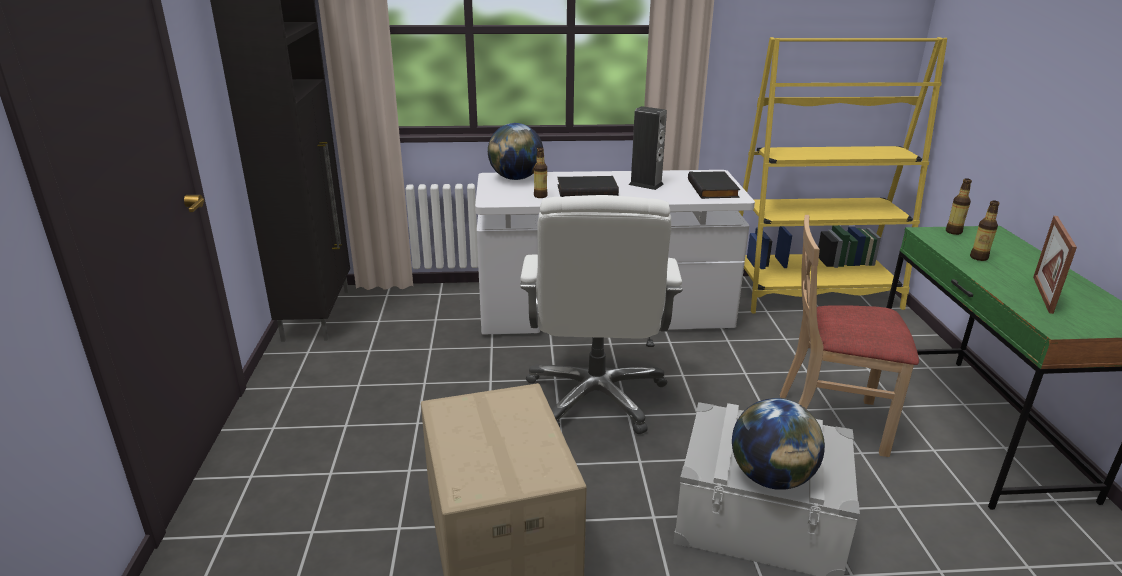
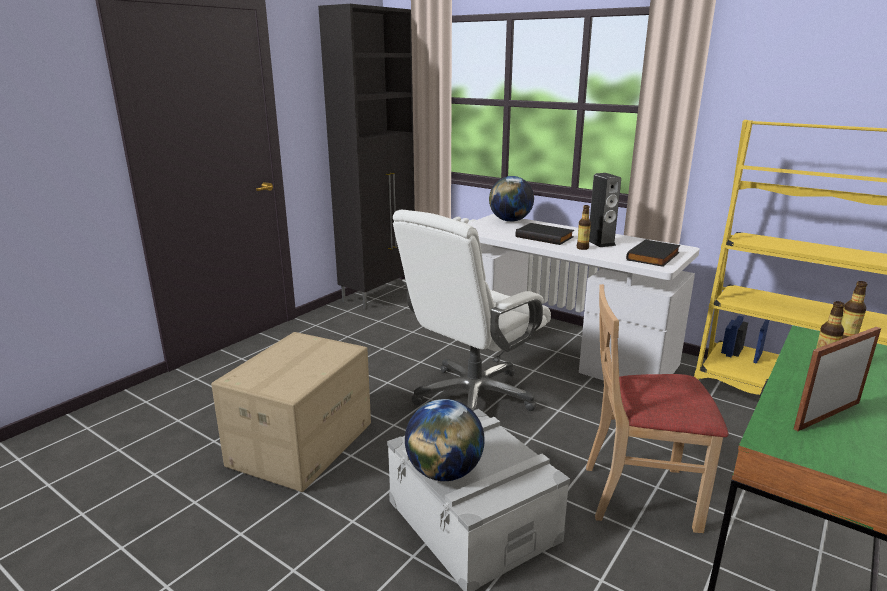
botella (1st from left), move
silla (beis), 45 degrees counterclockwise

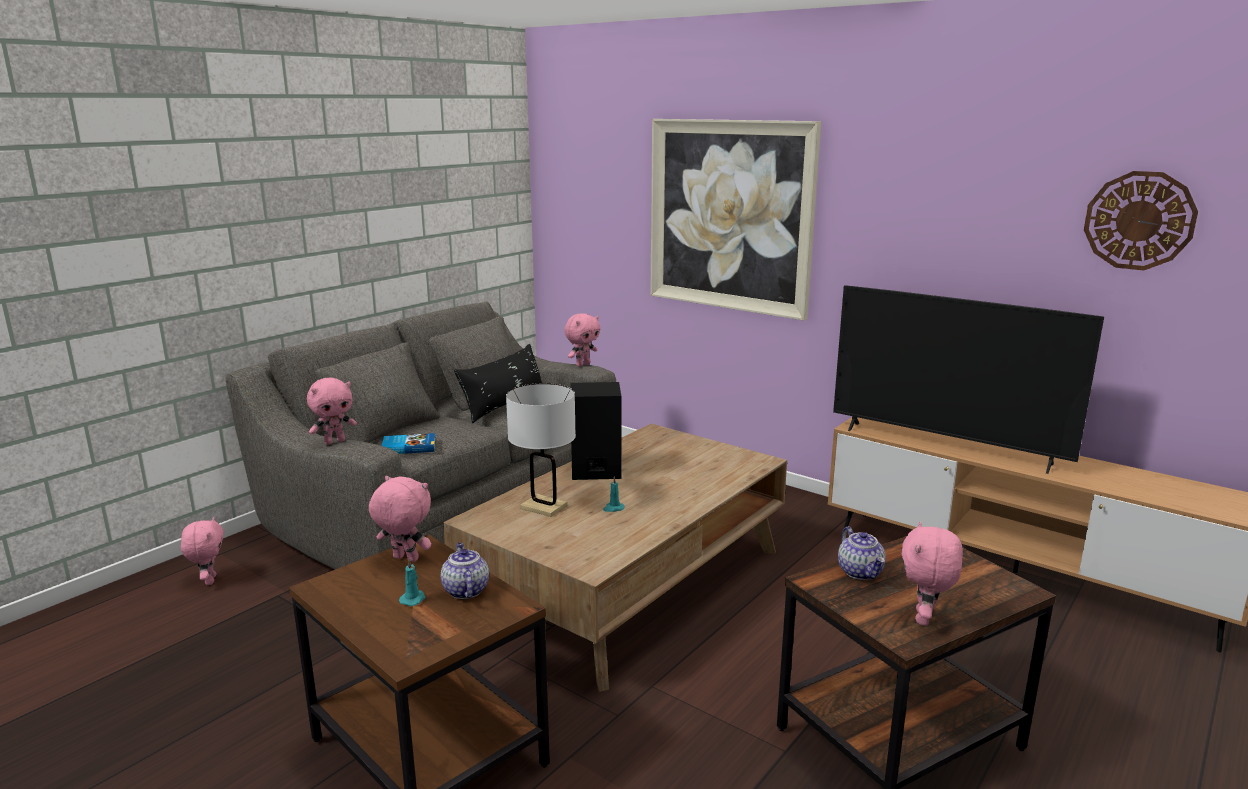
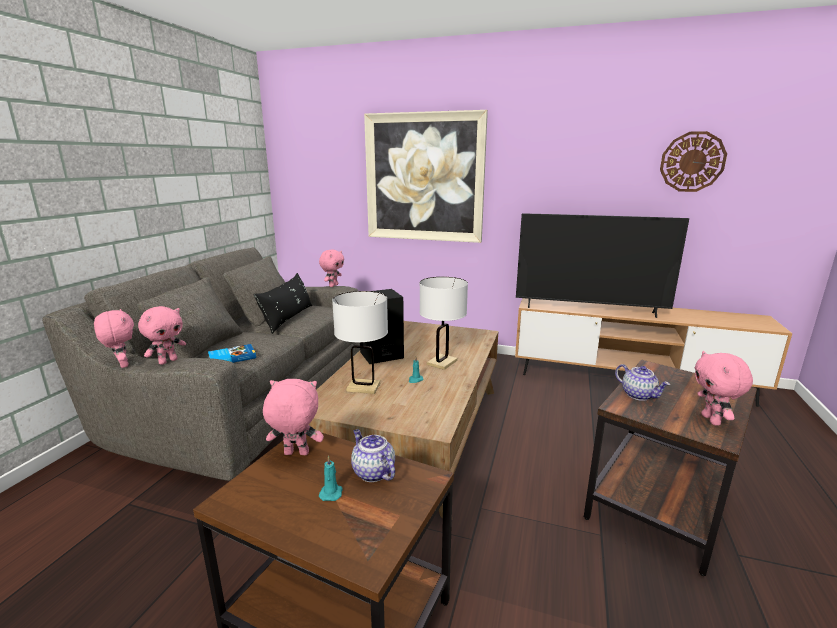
none -> lámpara de mesa (blanco) (2nd from left)
peluche (rosa) (1st from left), move

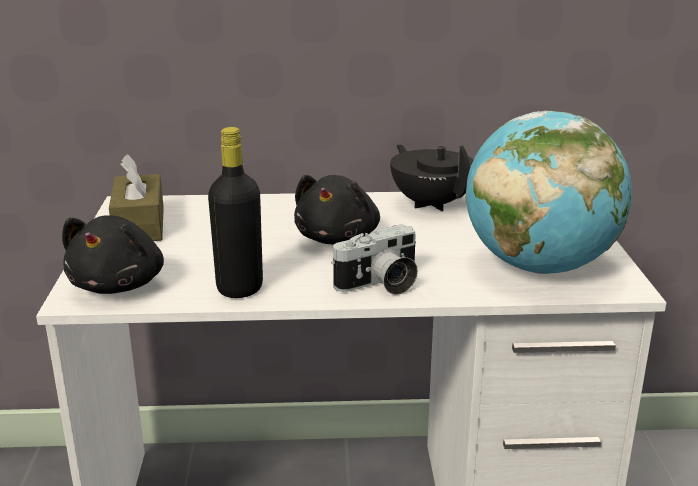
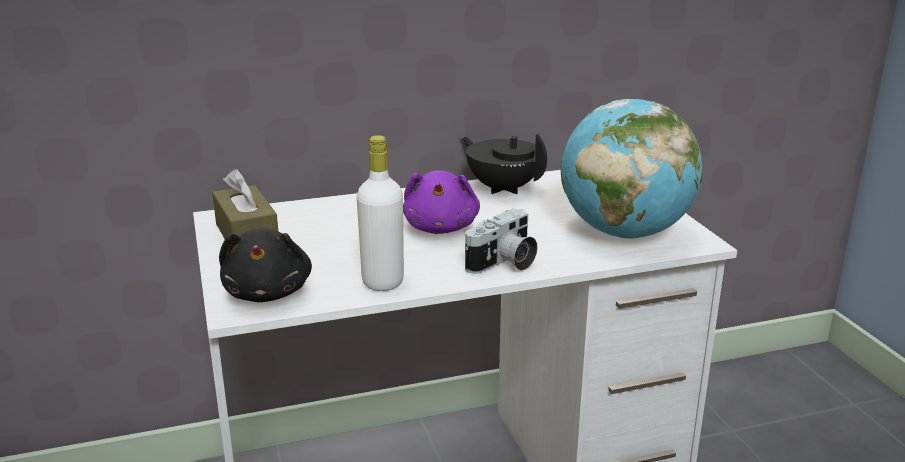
botella (negro) -> botella (blanco)
peluche (negro) (2nd from left) -> peluche (morado)

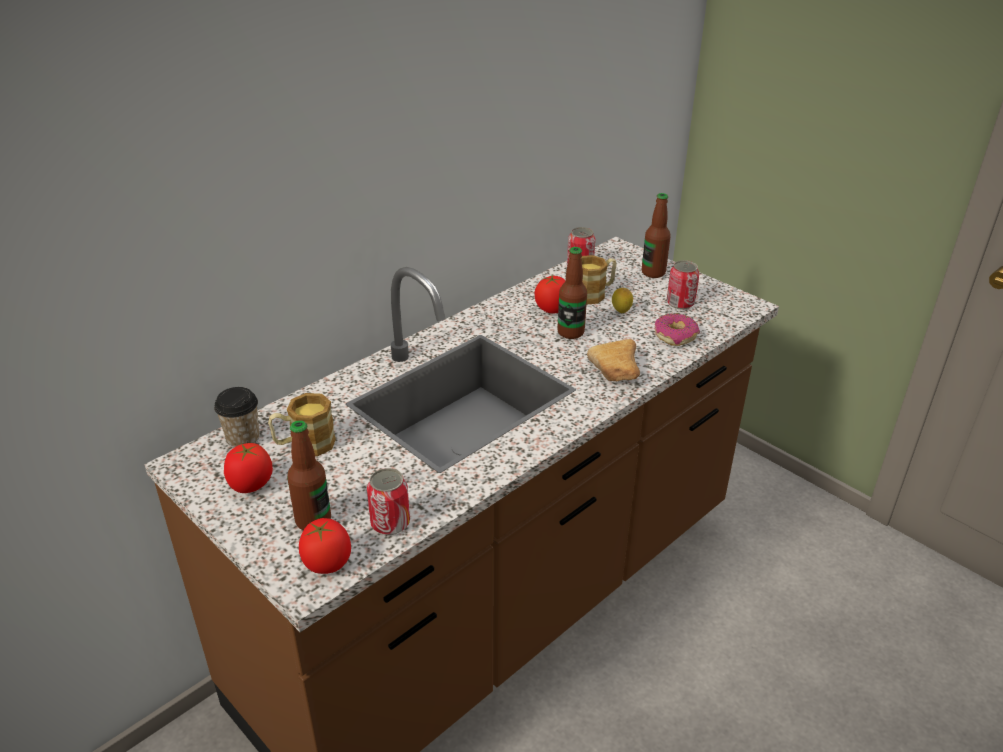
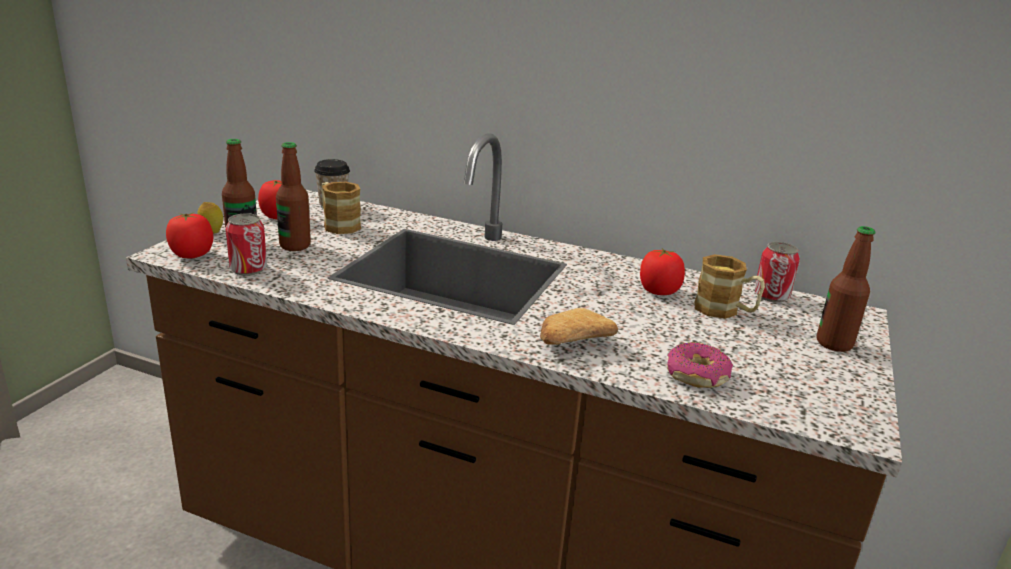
lata (3rd from left) -> none
botella (2nd from left), move
limón, move

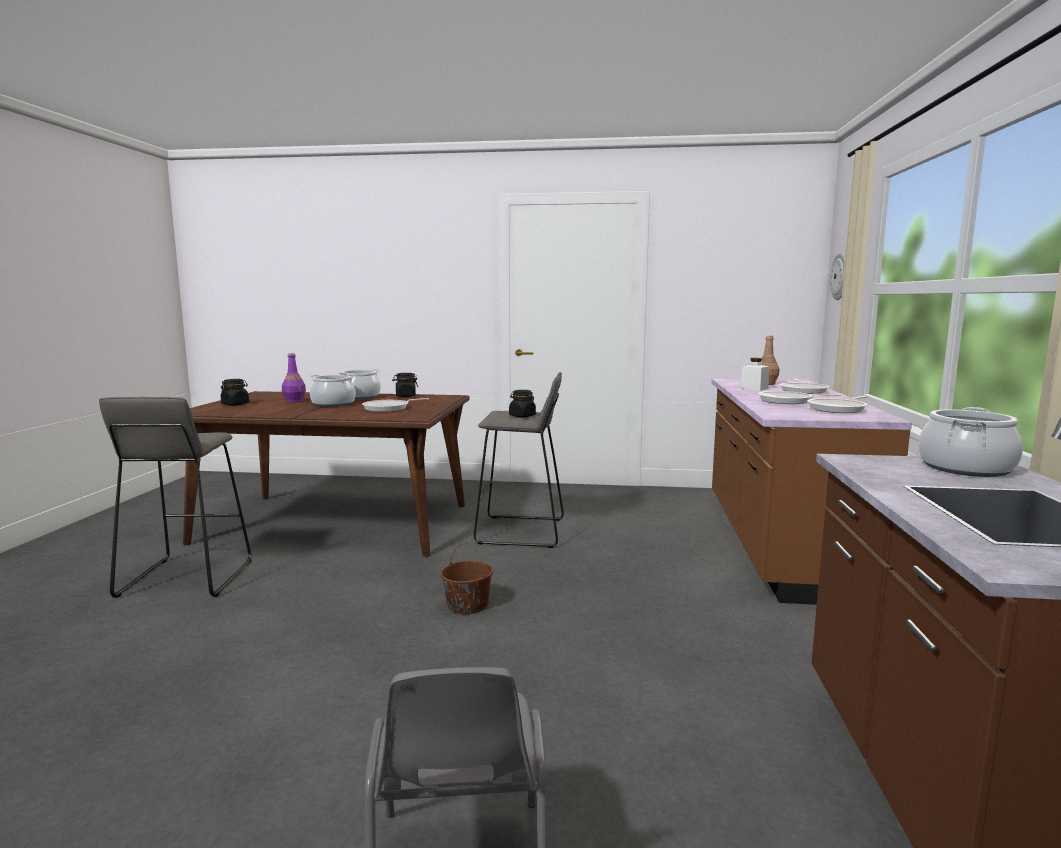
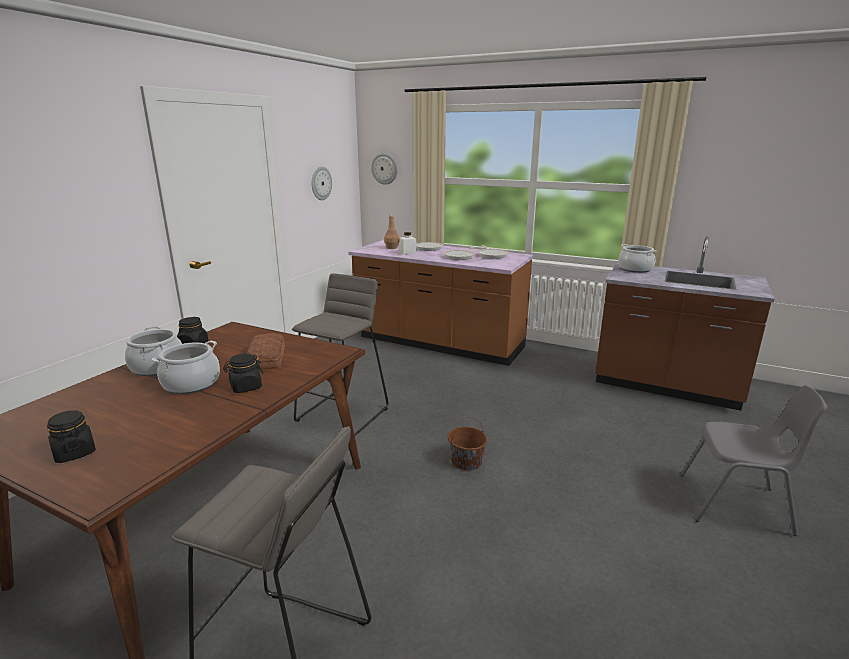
botella (morado) -> none
none -> reloj de pared (1st from left)
tarro (negro) (3rd from left), move
sartén (1st from left) -> pan

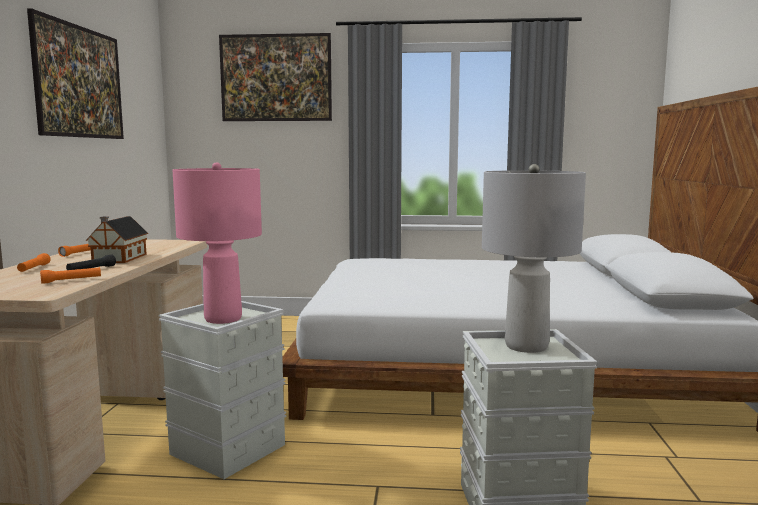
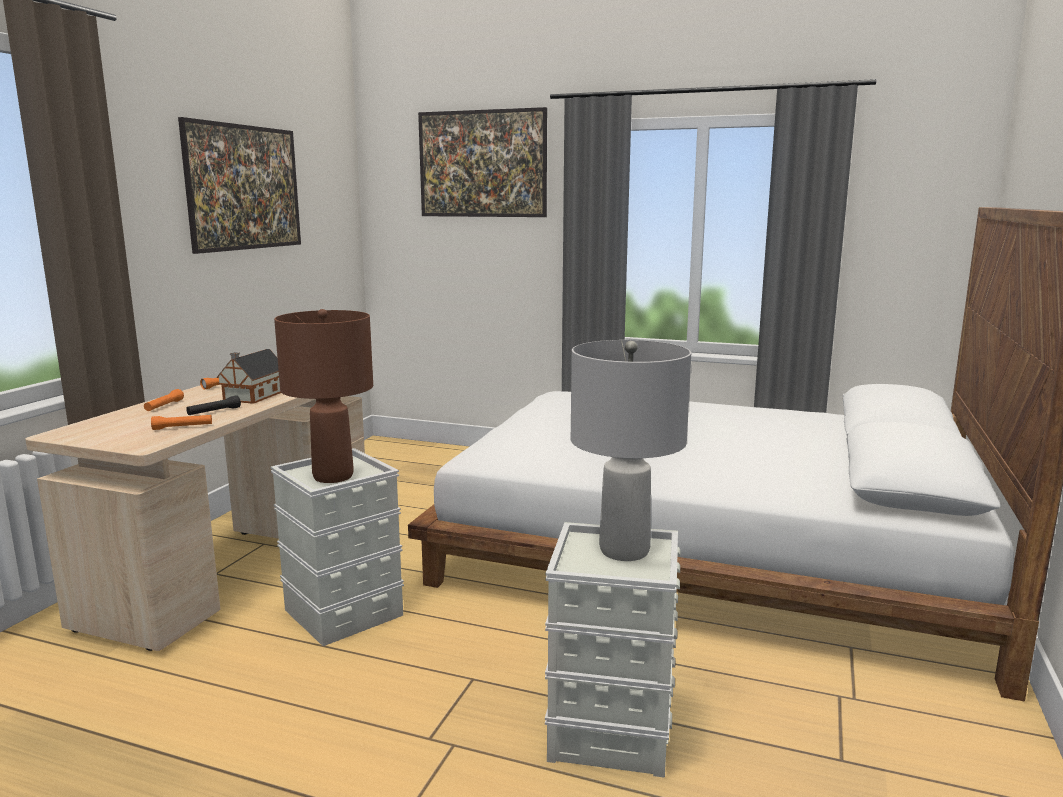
lámpara de mesa (rosa) -> lámpara de mesa (marrón)

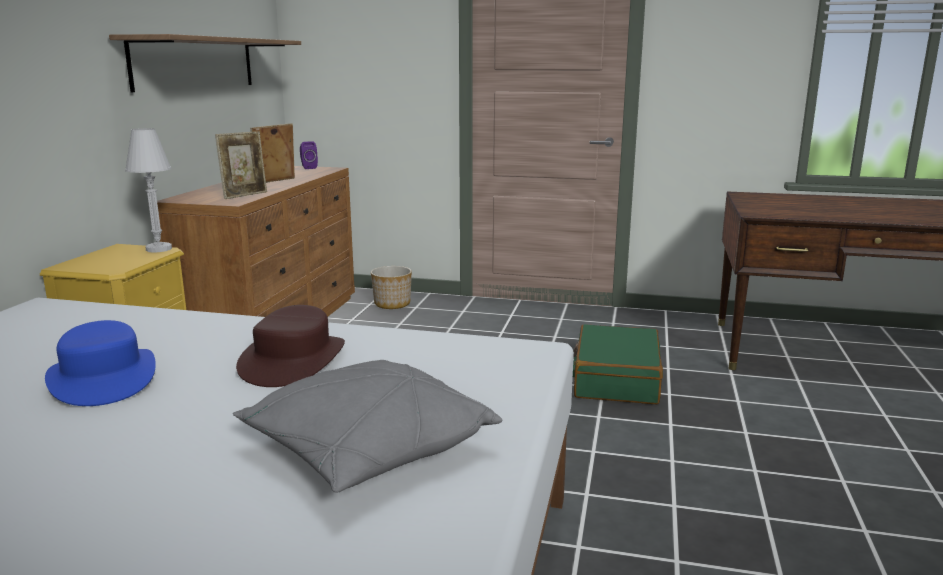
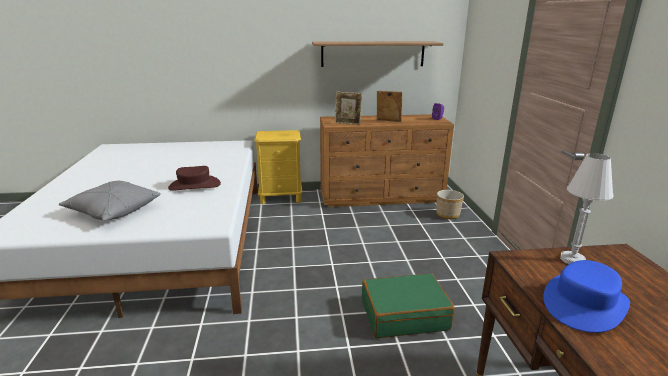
sombrero (azul), move
lámpara de mesa (blanco), move

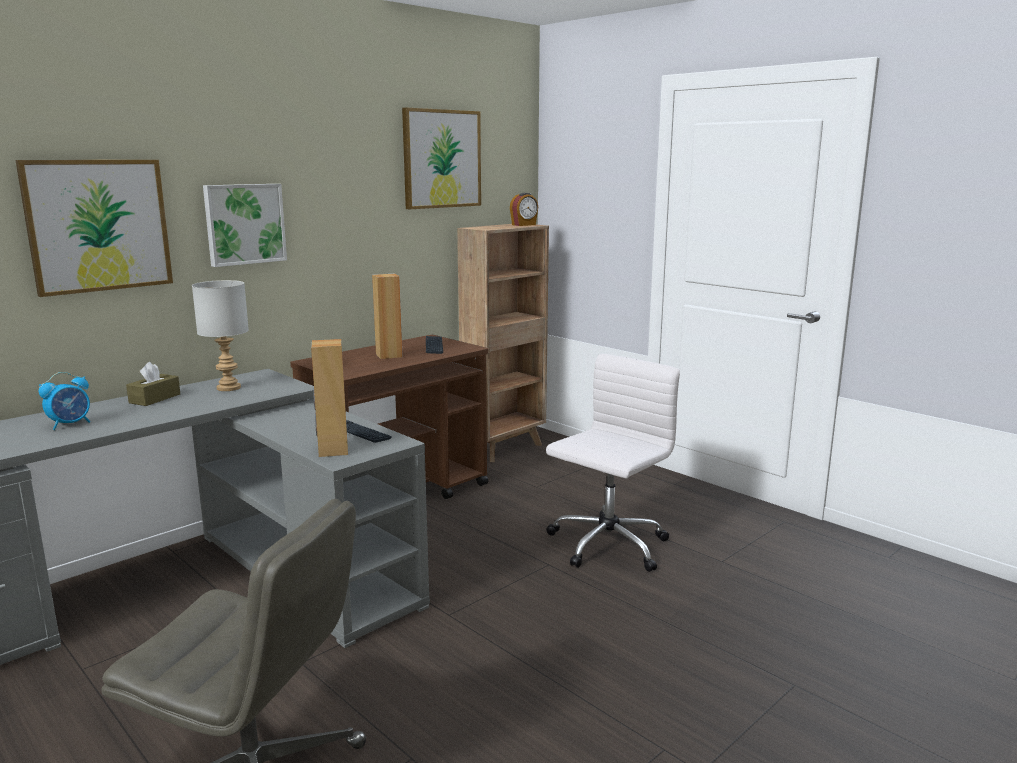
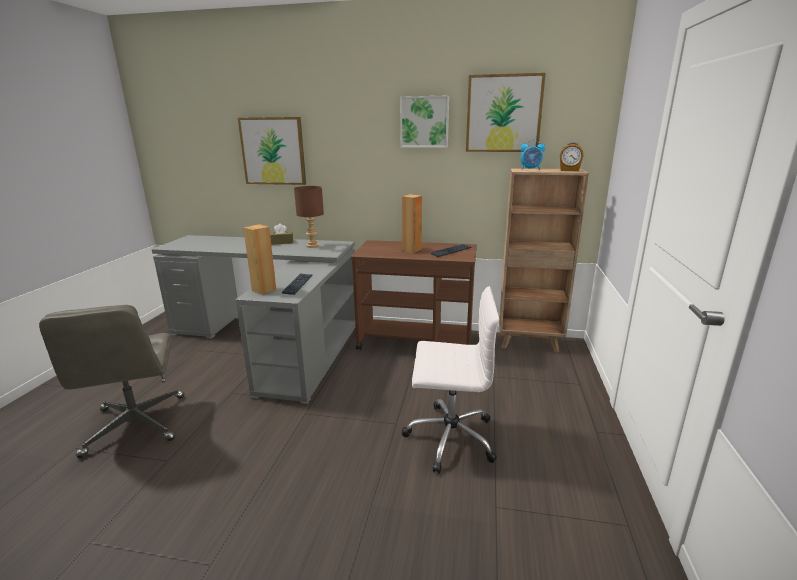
despertador (1st from left), move
cuadro (2nd from left), move
lámpara de mesa (gris) -> lámpara de mesa (marrón)

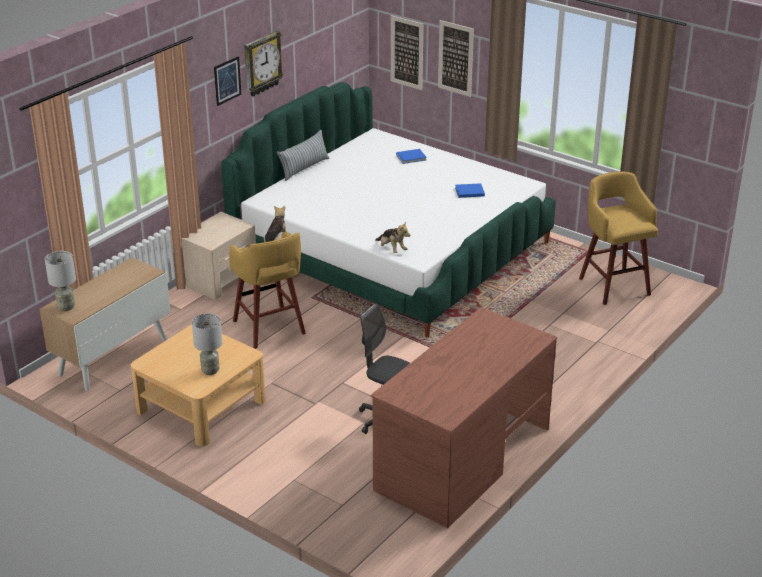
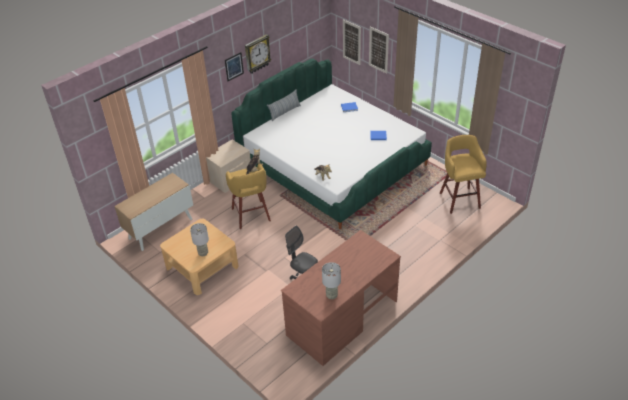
lámpara de mesa (gris) (1st from left in the first image) -> lámpara de mesa (gris) (2nd from left), move

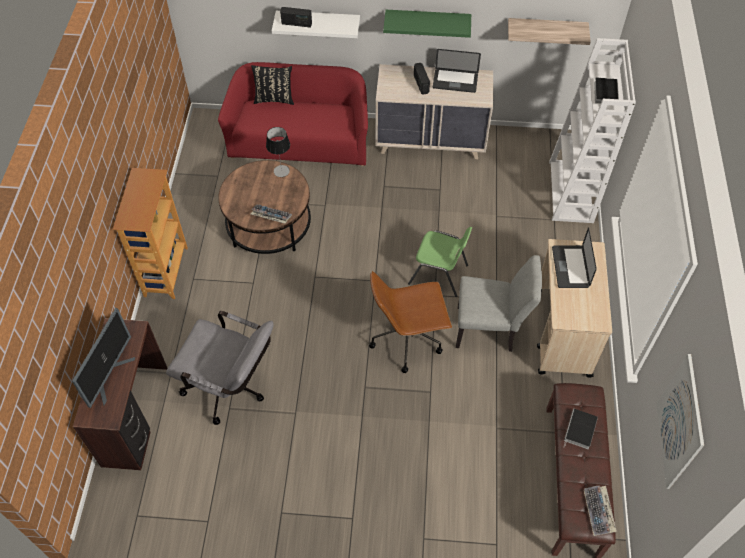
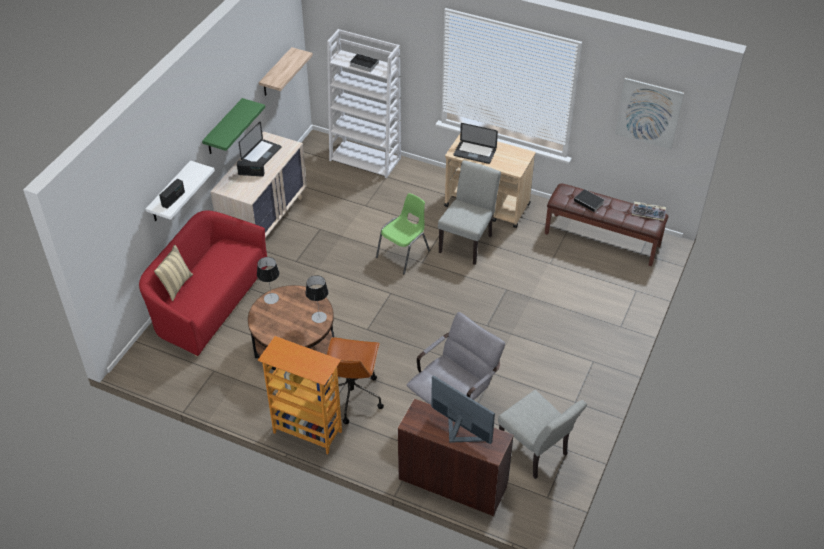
none -> silla (gris) (2nd from left)
silla de oficina (marrón), move
teclado (1st from left) -> lámpara de mesa (2nd from left)
cojín (negro) -> cojín (beis)

